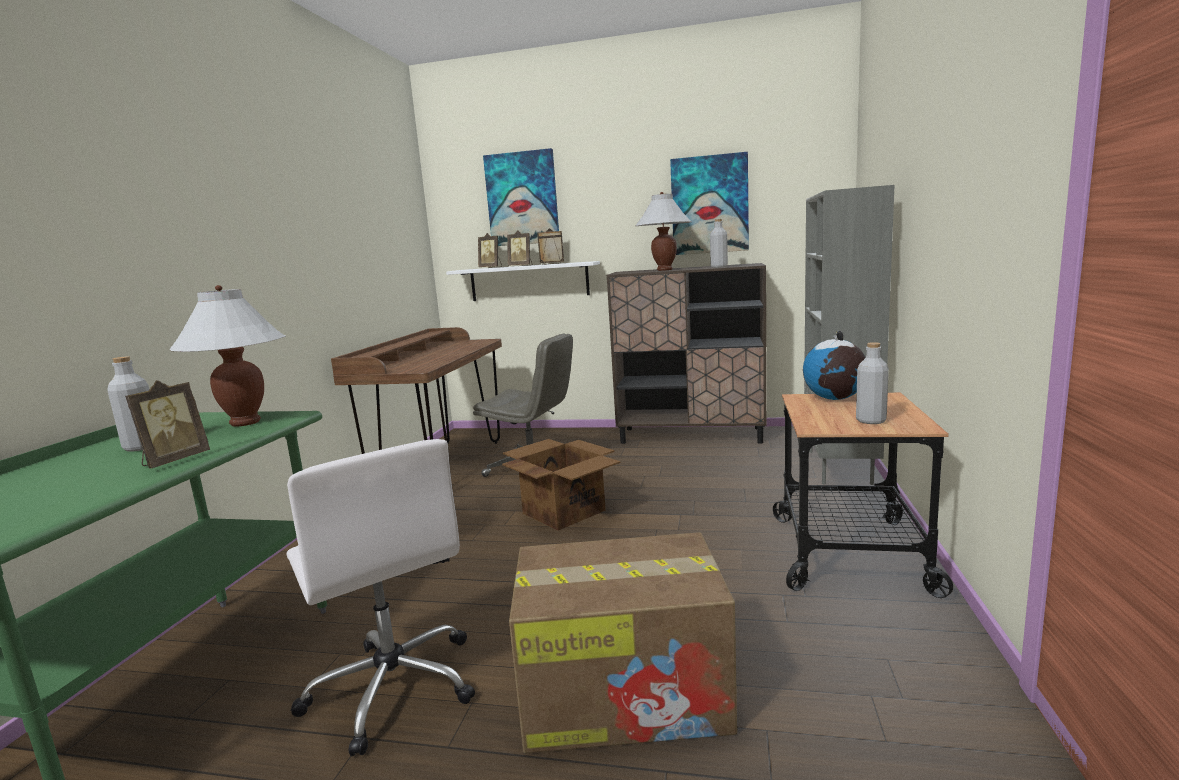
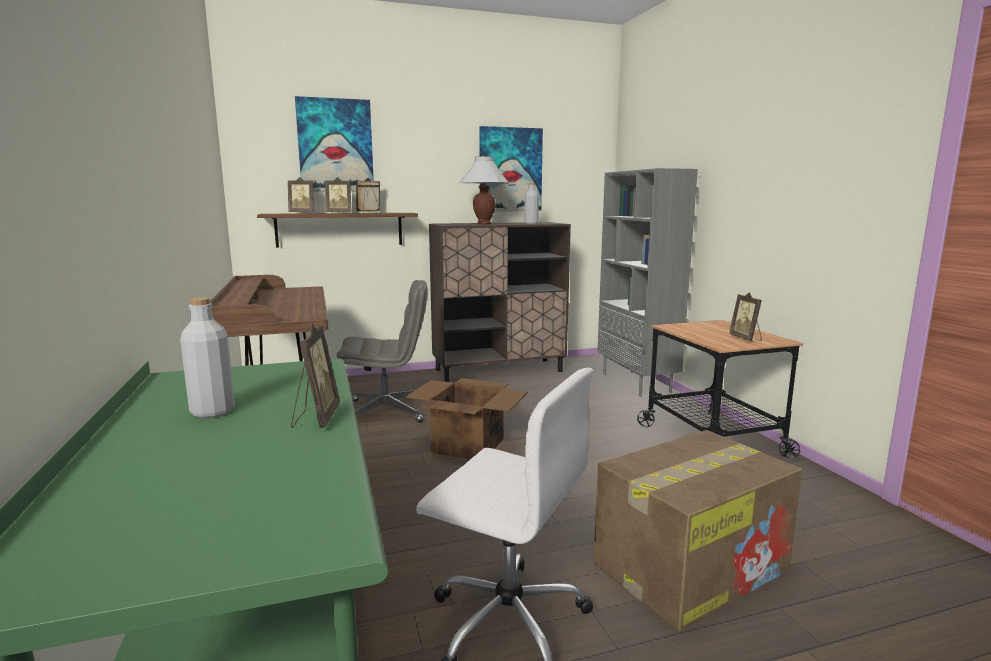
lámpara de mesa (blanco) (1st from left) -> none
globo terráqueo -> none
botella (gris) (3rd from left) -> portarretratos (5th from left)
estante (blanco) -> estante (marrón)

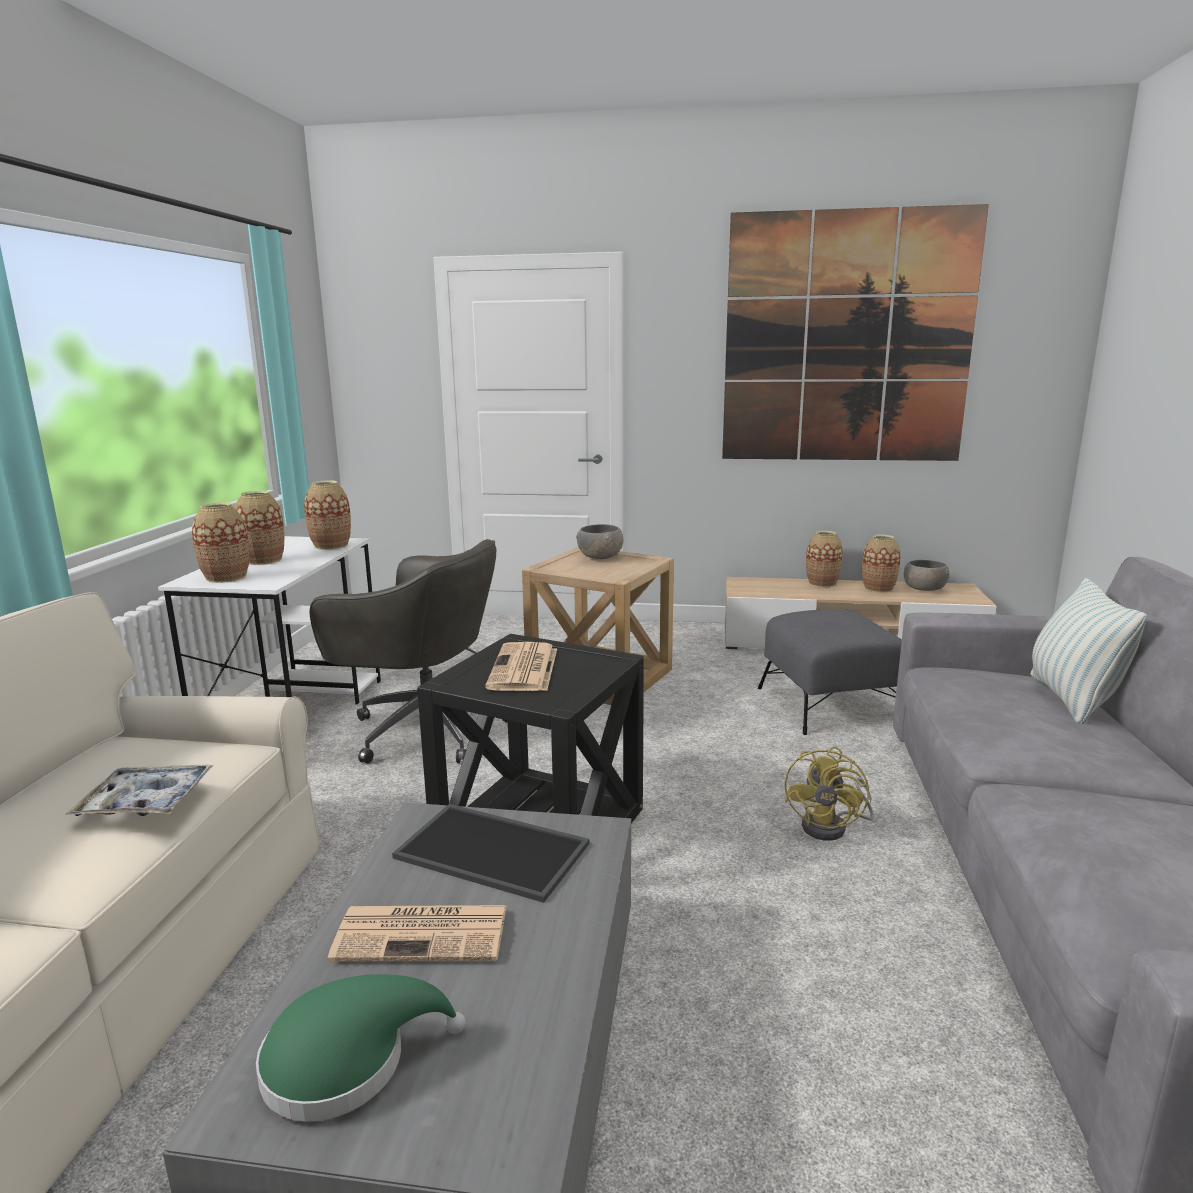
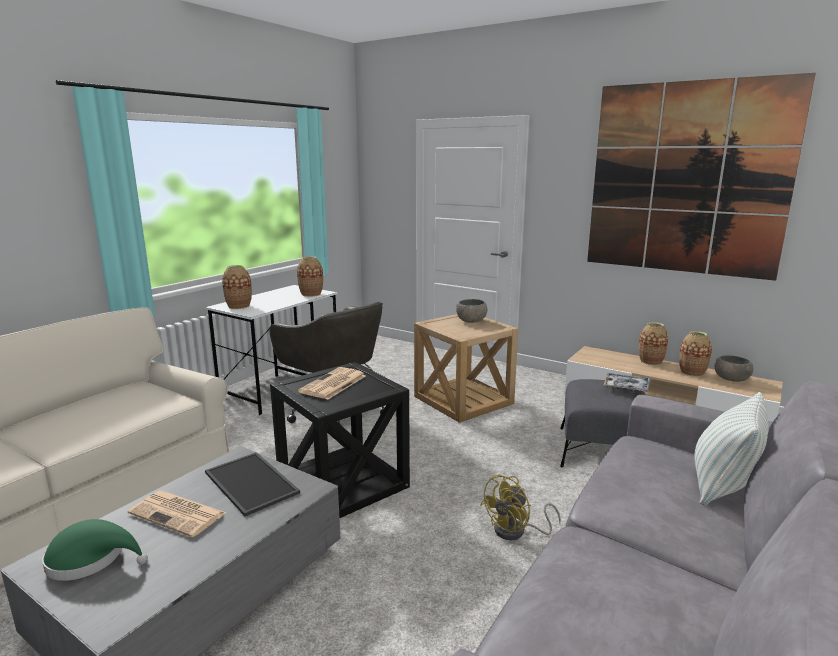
florero (2nd from left) -> none
bandeja (1st from left in the first image) -> bandeja (2nd from left), move

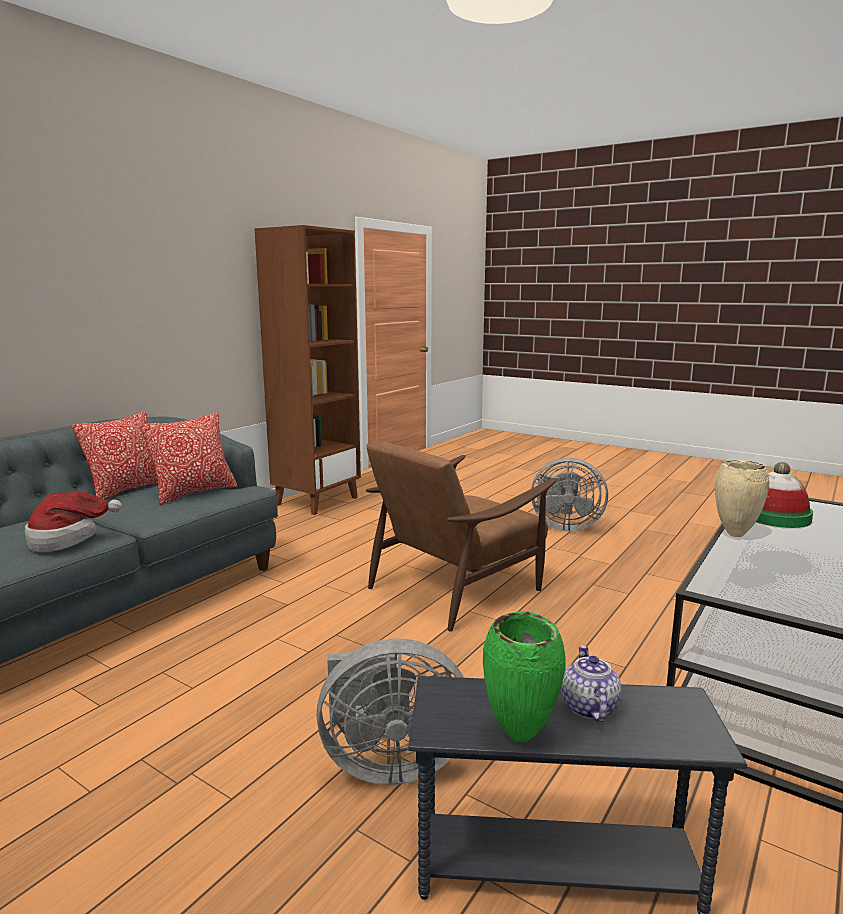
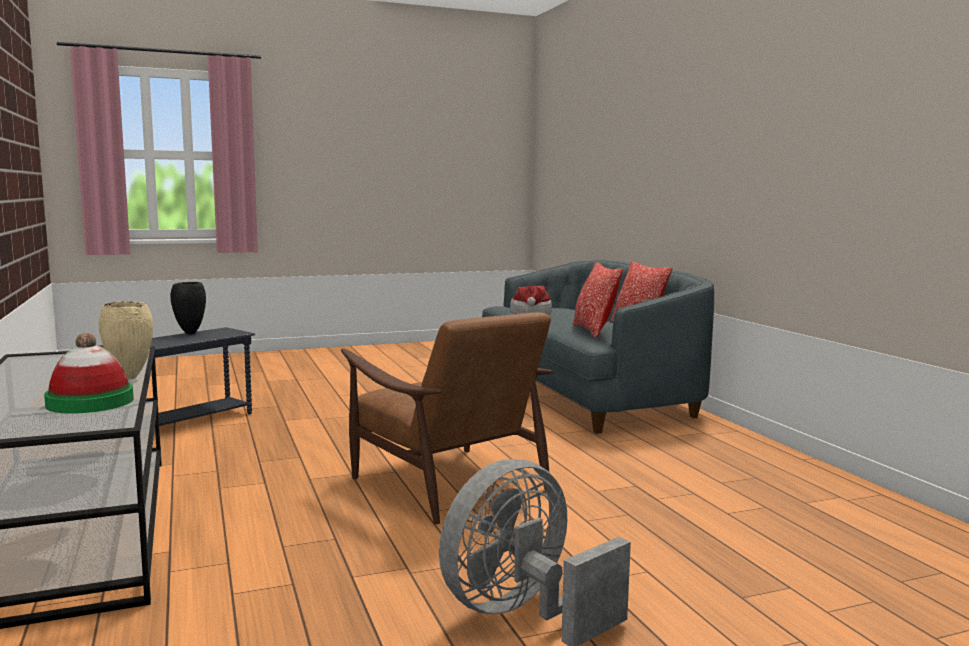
estantería (marrón) -> none
ventilador (gris) (1st from left) -> none
tetera -> none
florero (verde) -> florero (negro)
sillón (marrón), 150 degrees clockwise

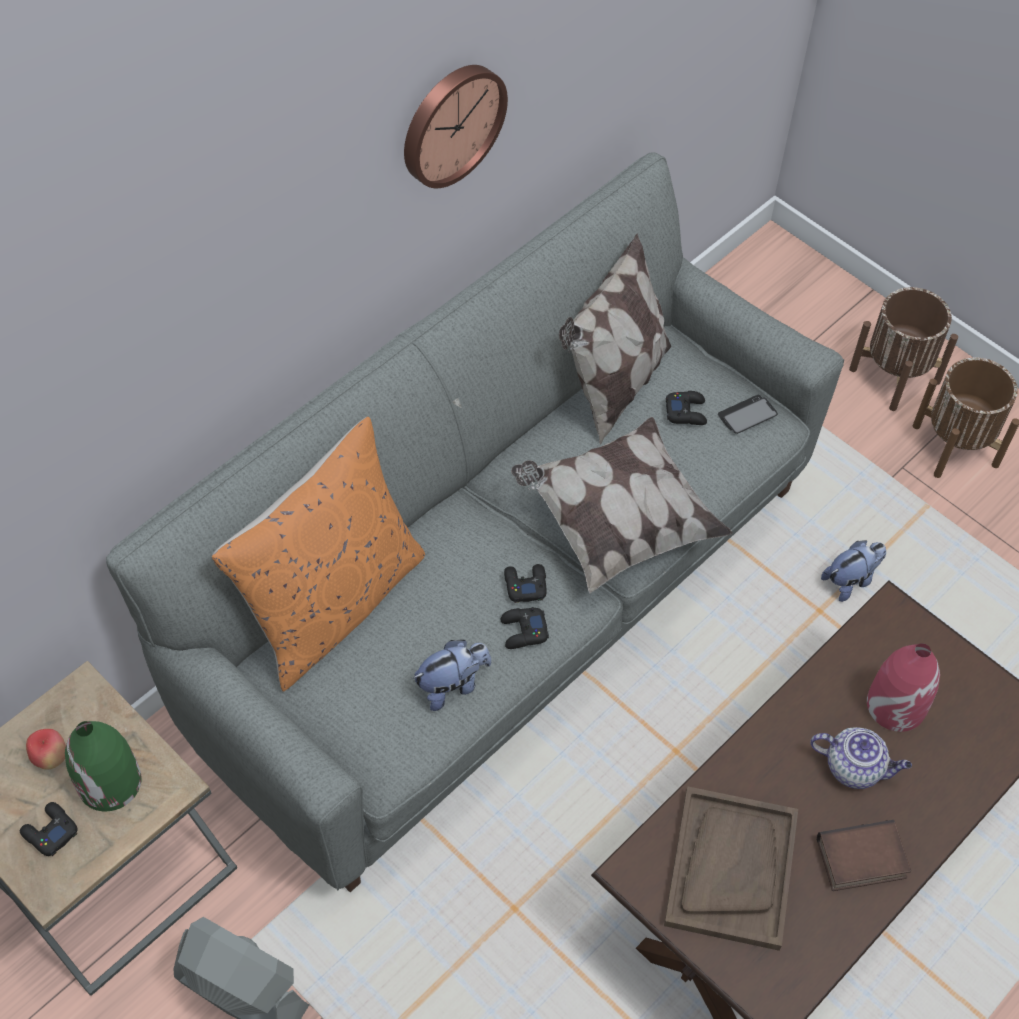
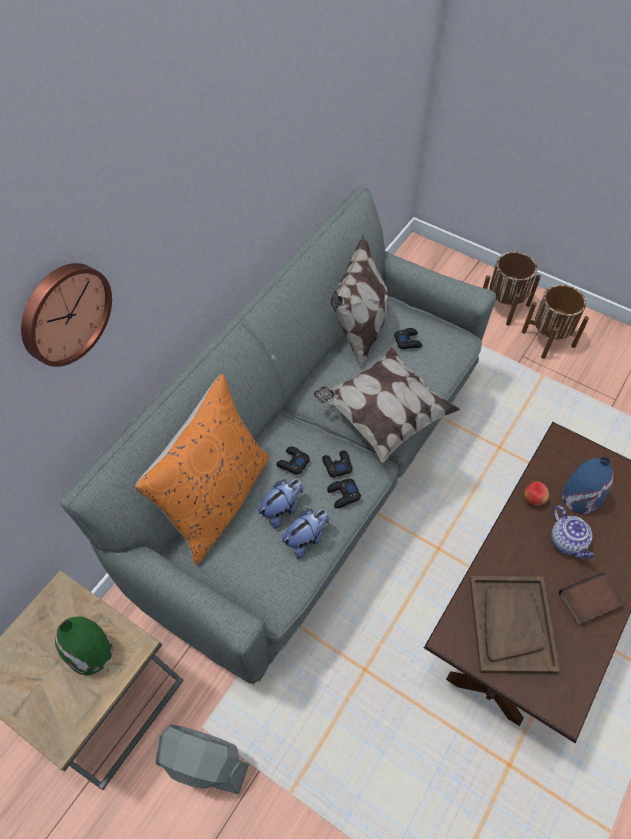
móvil -> none
mando de consola (negro) (1st from left), move
manzana, move
reloj de pared, move
peluche (2nd from left in the first image) -> peluche (1st from left), move
florero (rojo) -> florero (azul)
tetera, 60 degrees clockwise

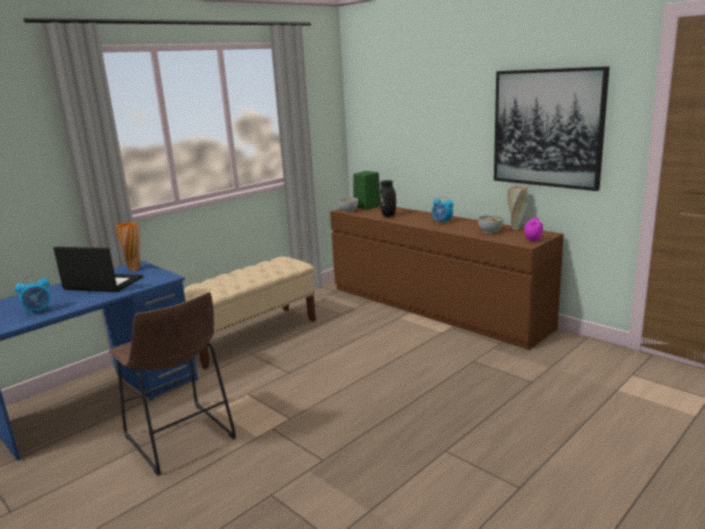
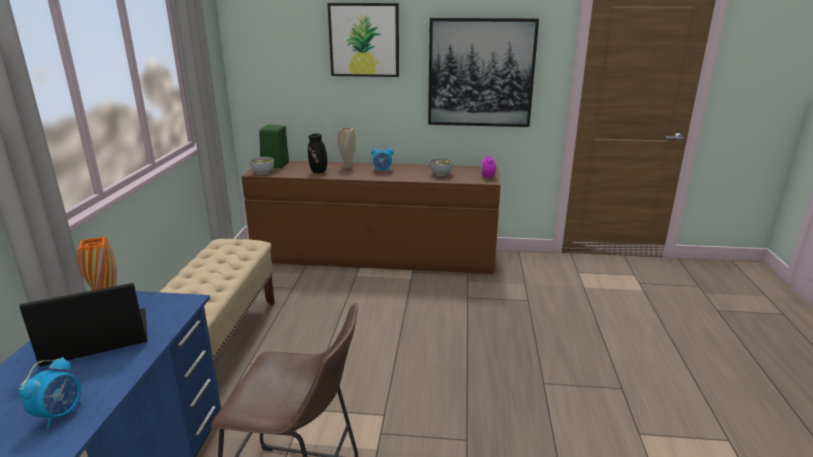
none -> cuadro (1st from left)
florero (beis), move

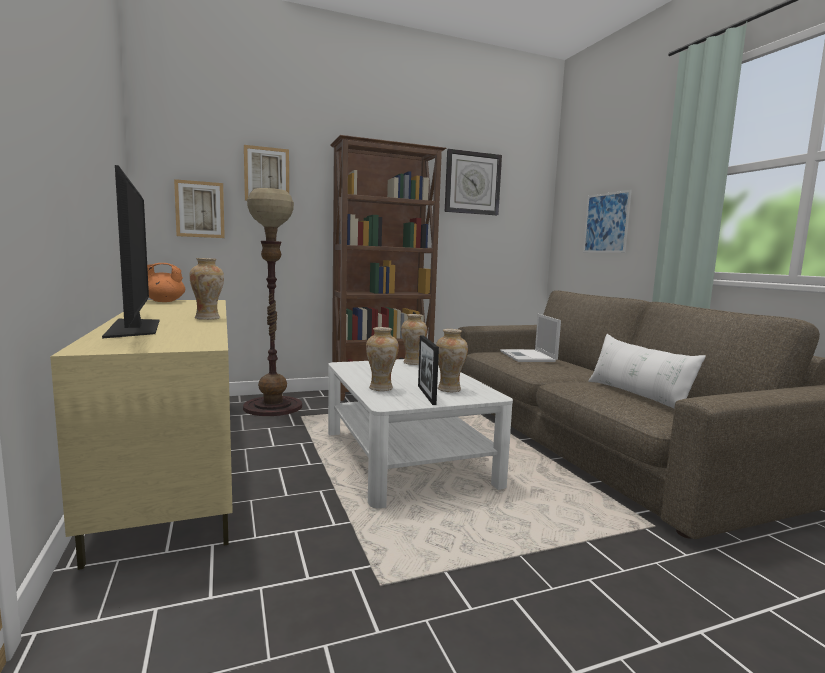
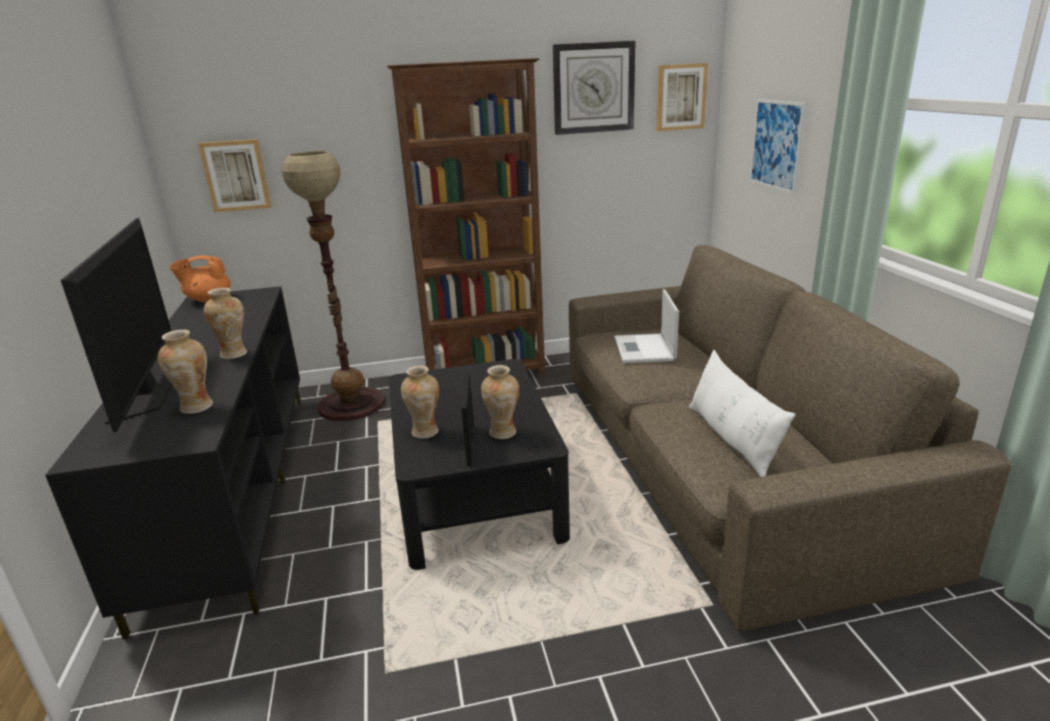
cuadro (2nd from left), move
florero (3rd from left in the first image) -> florero (1st from left), move
mueble de televisión (beis) -> mueble de televisión (negro)
mesa de centro (blanco) -> mesa de centro (negro)

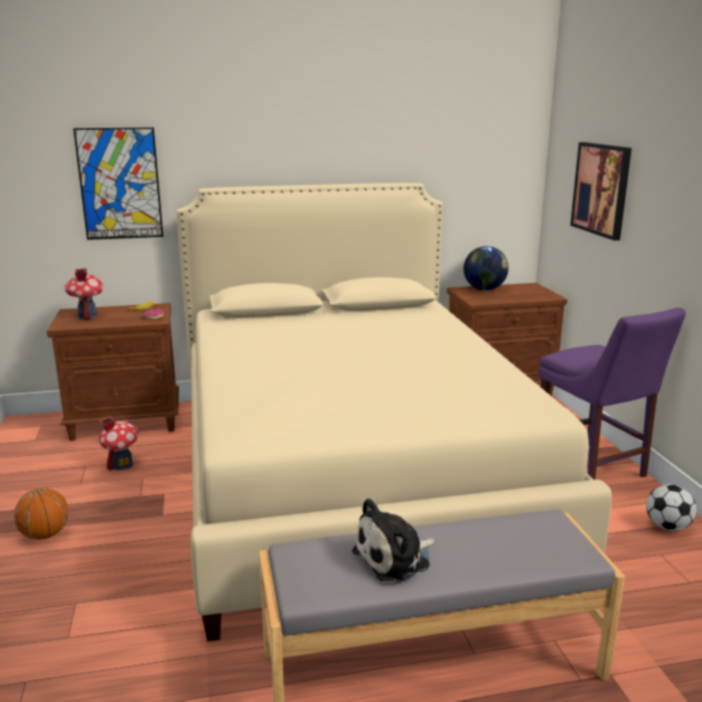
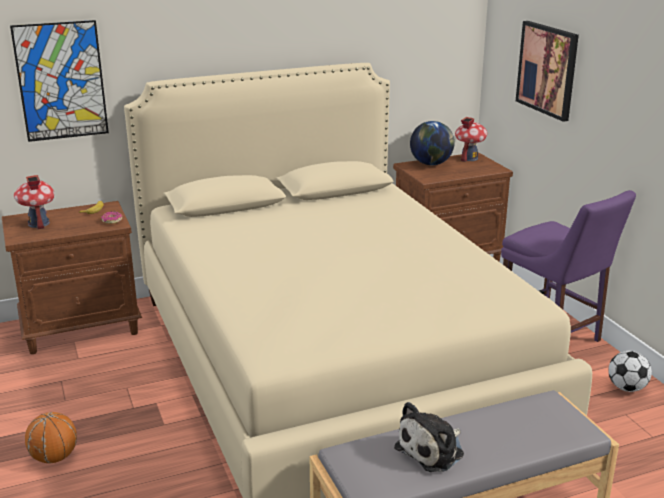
casita (2nd from left), move

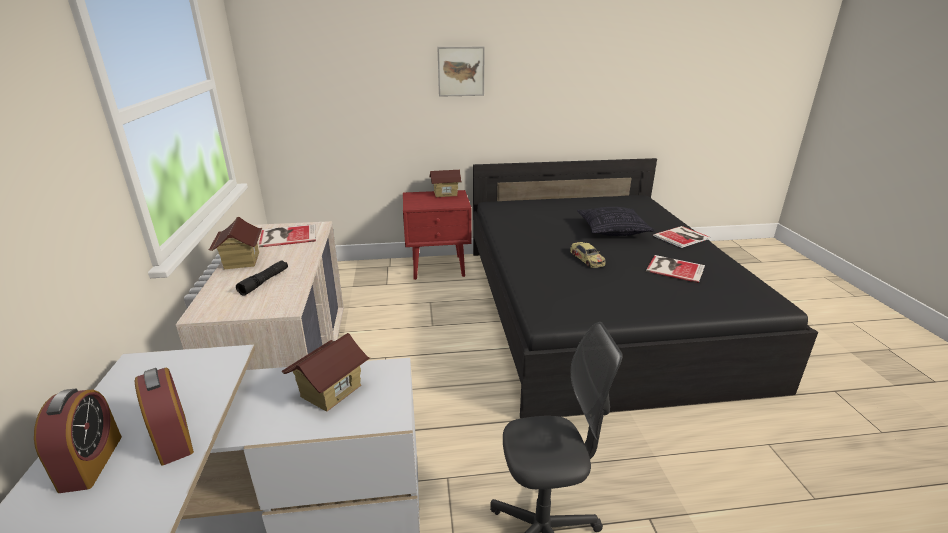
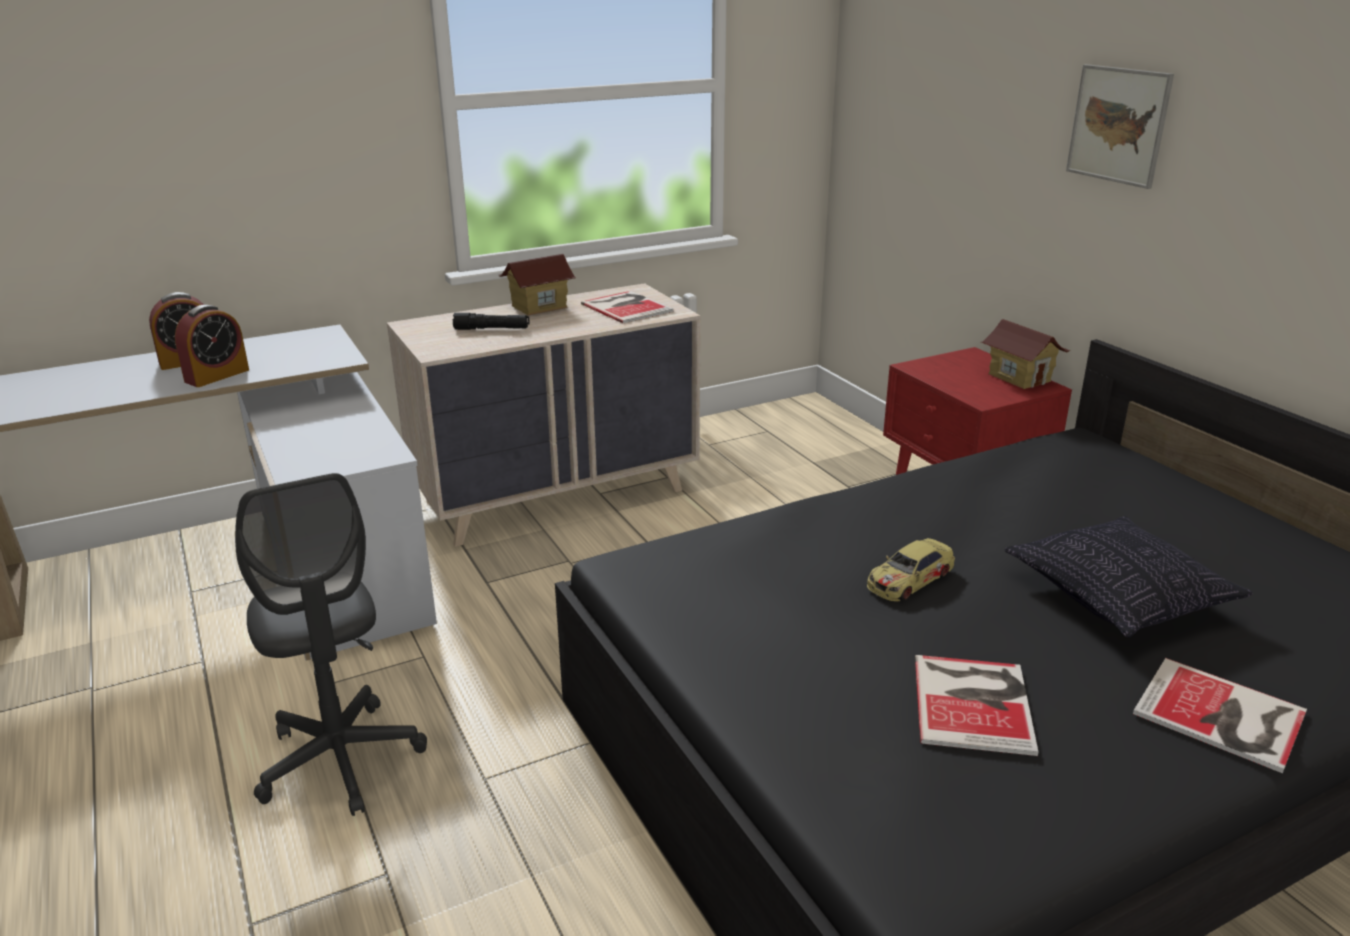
casita (2nd from left) -> none

